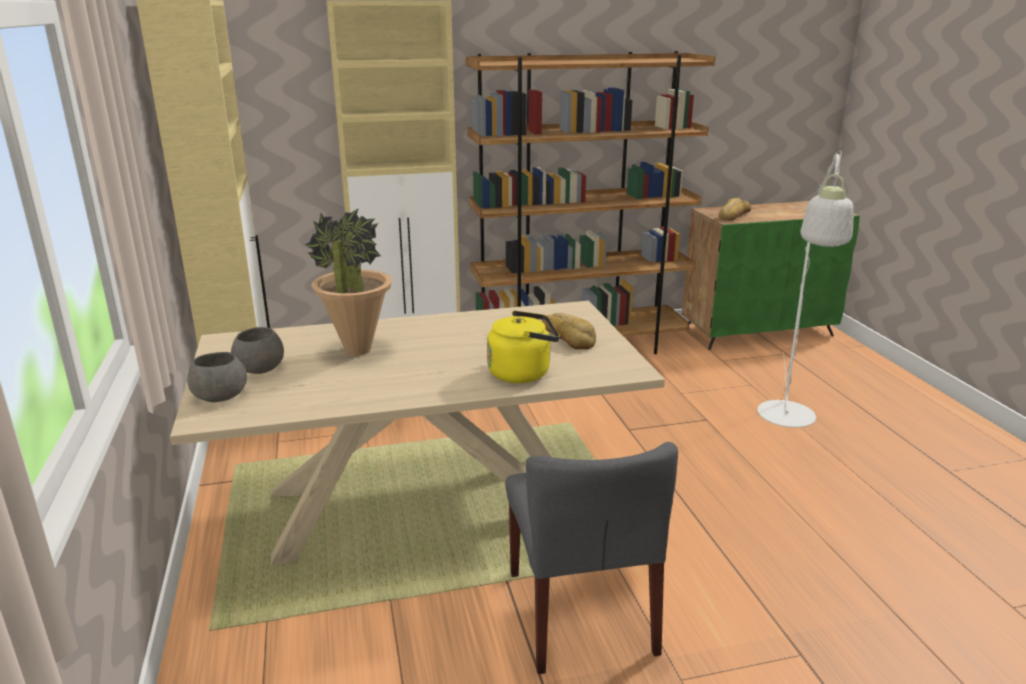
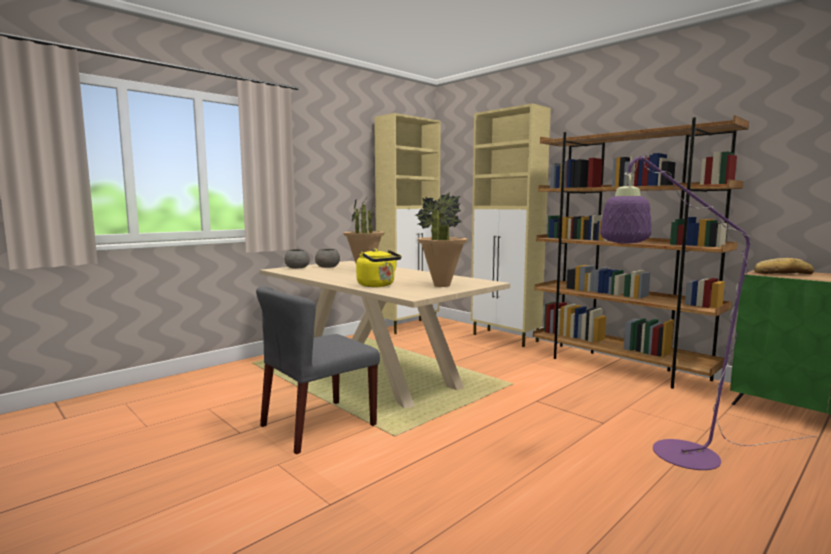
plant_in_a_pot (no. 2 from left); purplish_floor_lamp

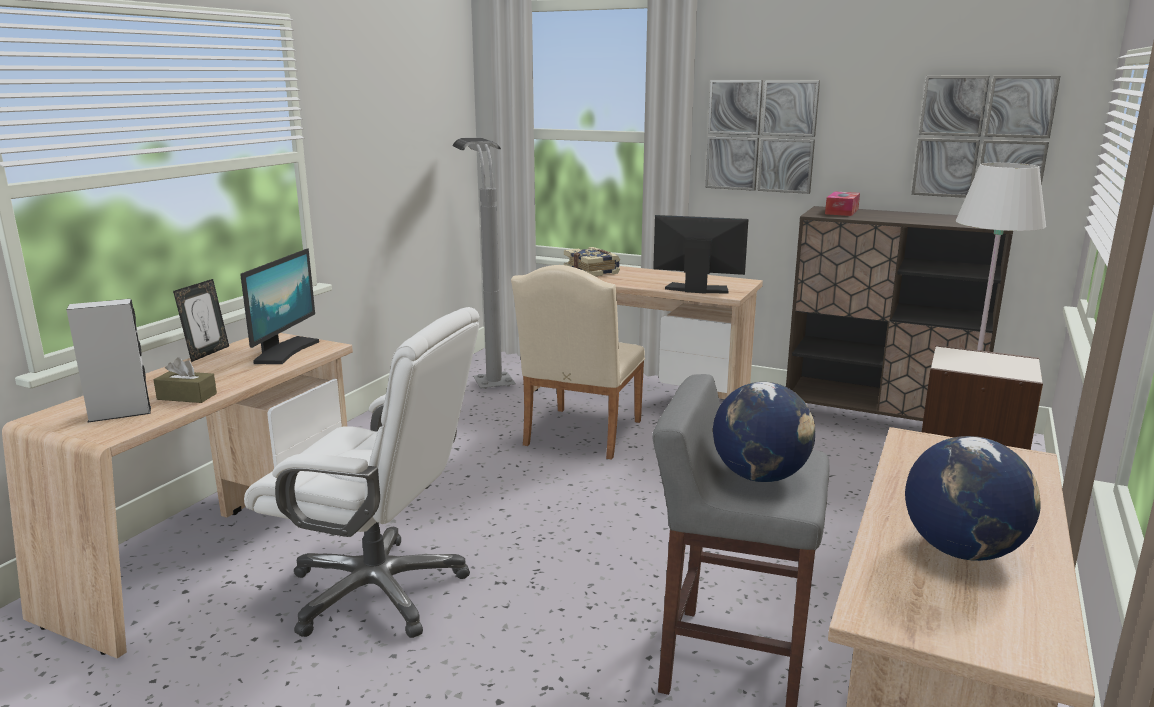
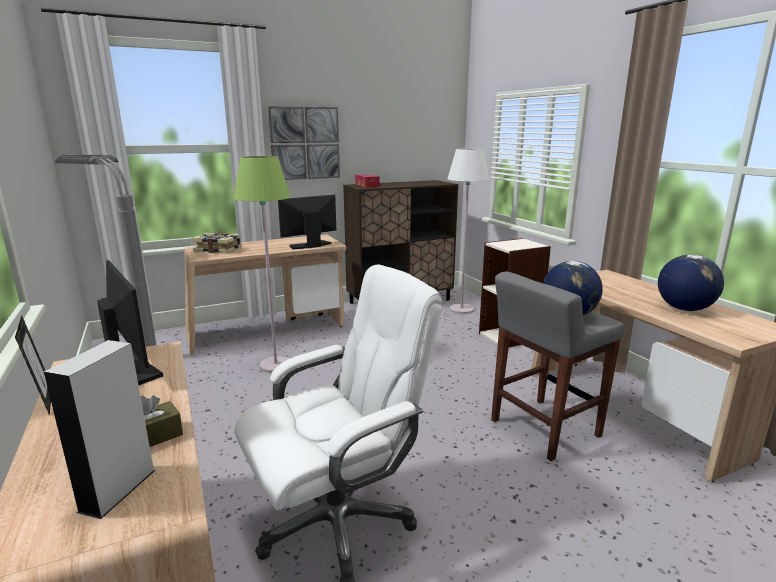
wall_art (no. 2 from left in the first image); green-coloured_floor_lamp

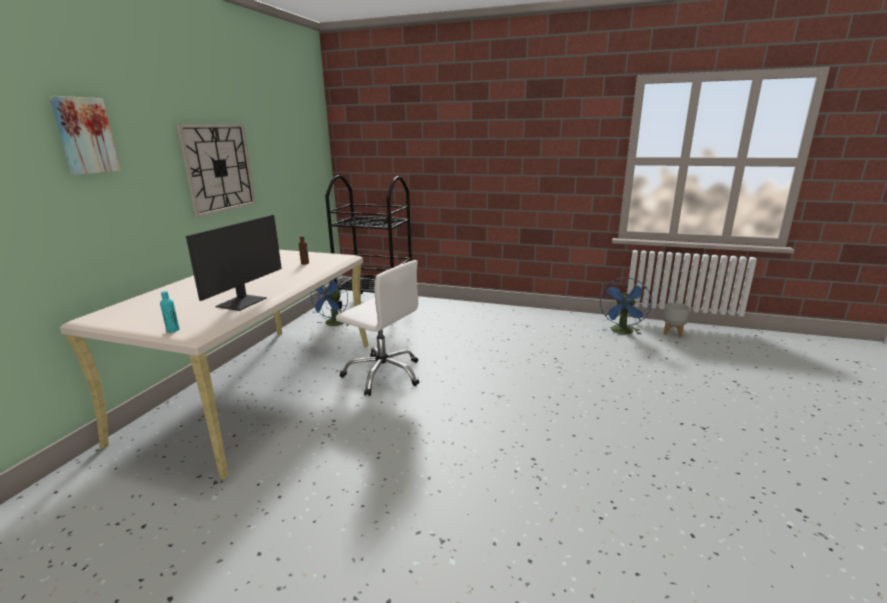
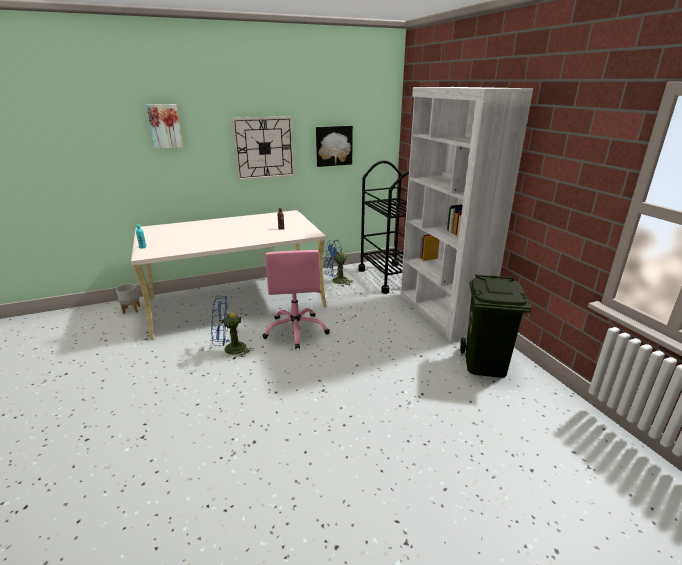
monitor; wall_art (no. 2 from left); white_shelving_unit; green-coloured_waste_bin; bluish_electric_fan (no. 1 from left); greyish_plant_pot; pink-coloured_desk_chair

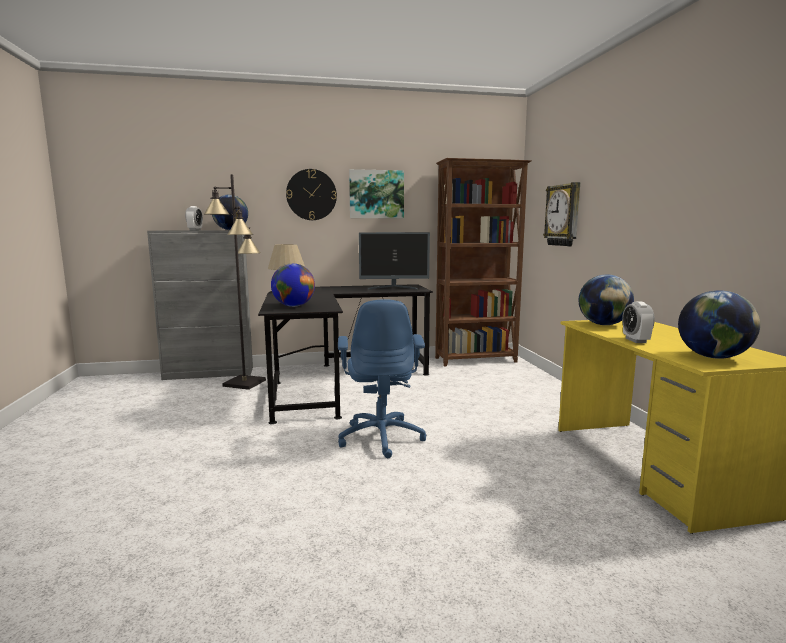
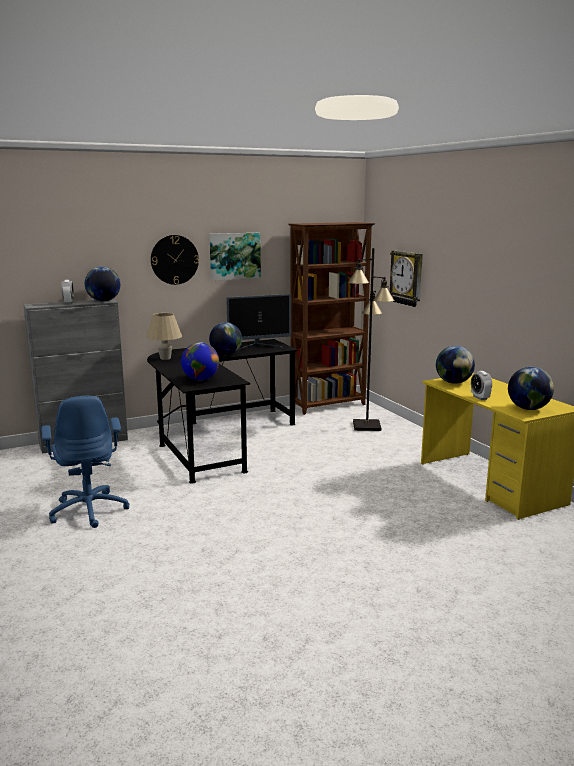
desk_globe (no. 3 from left); black-coloured_floor_lamp; bluish_desk_chair

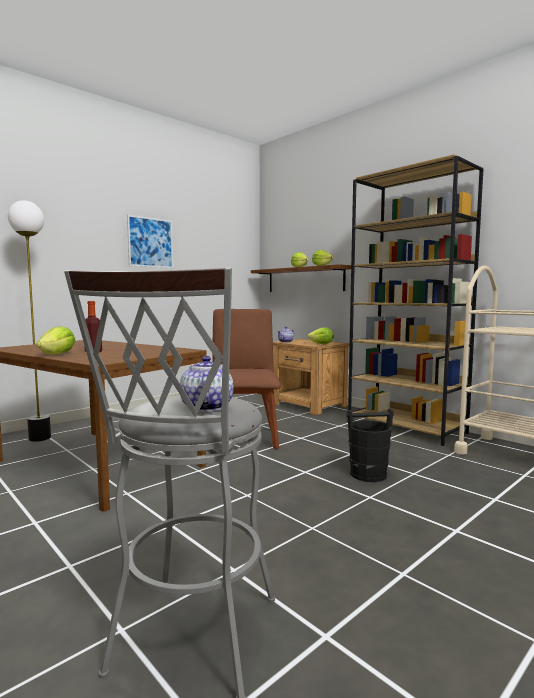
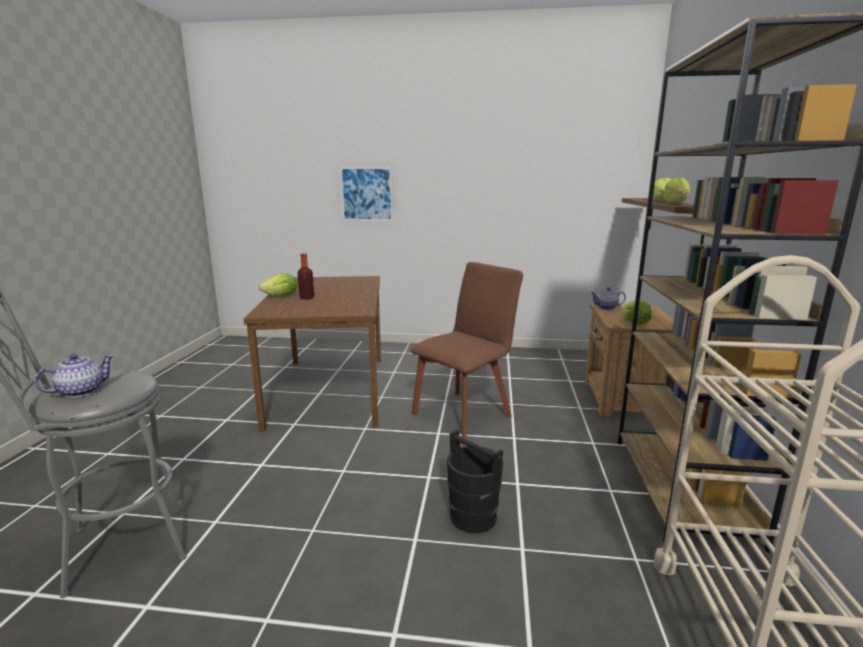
floor_lamp; wall_art

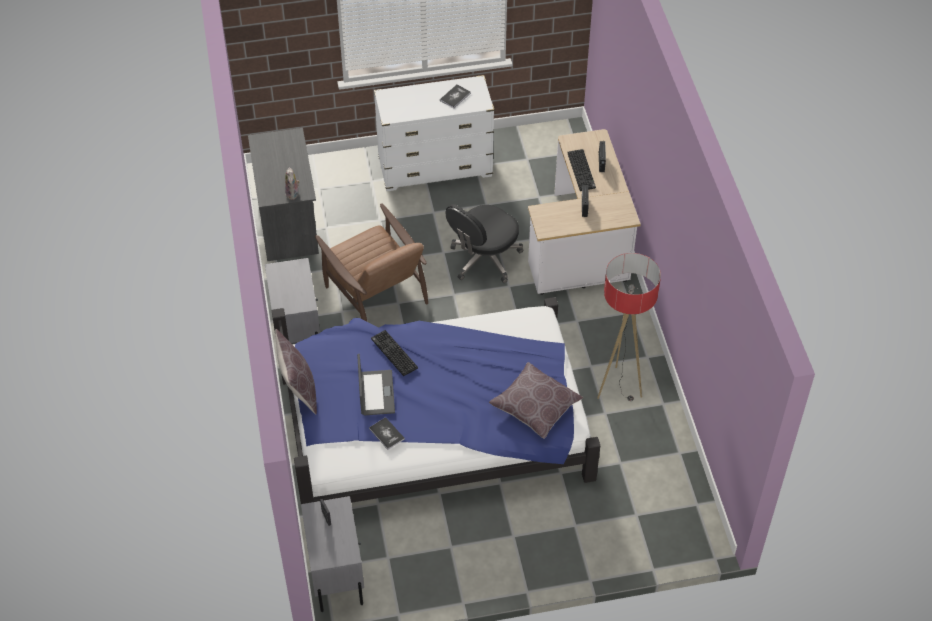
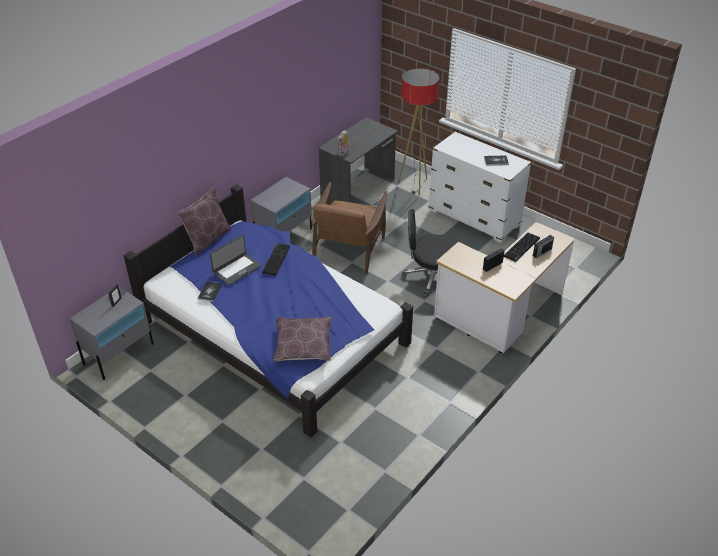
floor_lamp

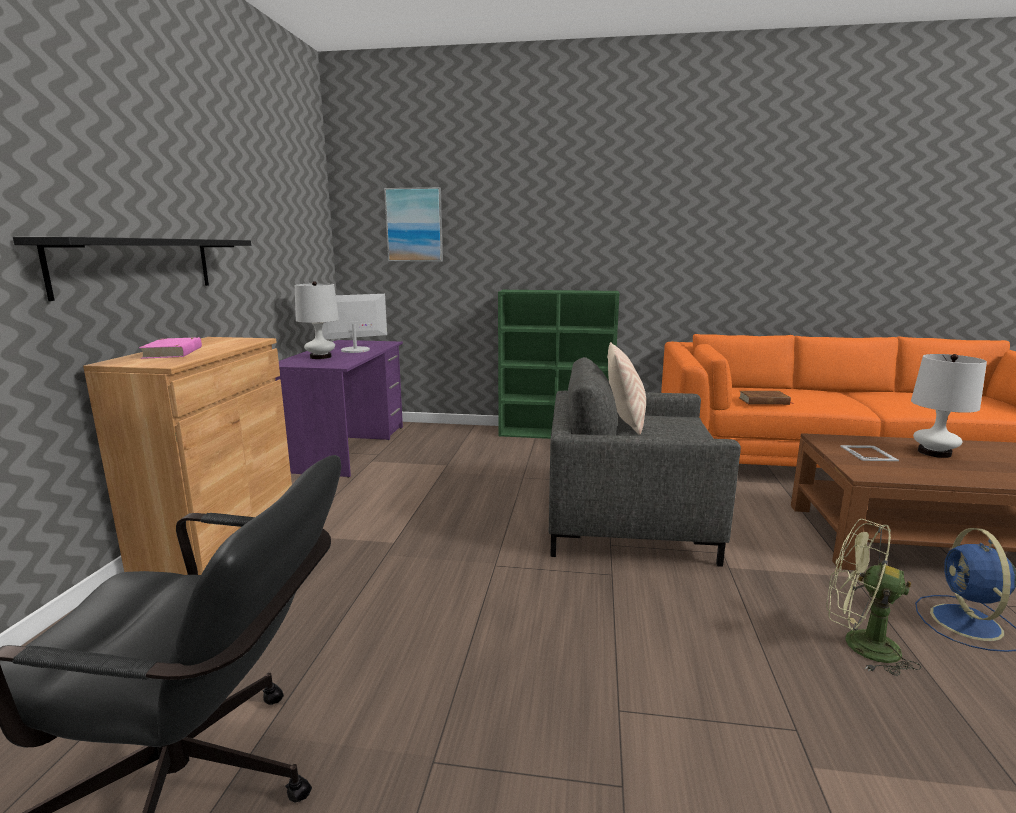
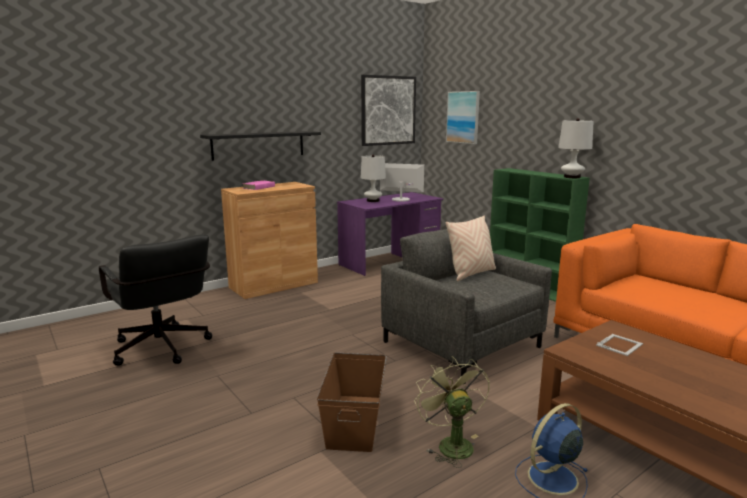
brownish_book; brownish_storage_box; wall_art (no. 1 from left); white_table_lamp (no. 2 from left)

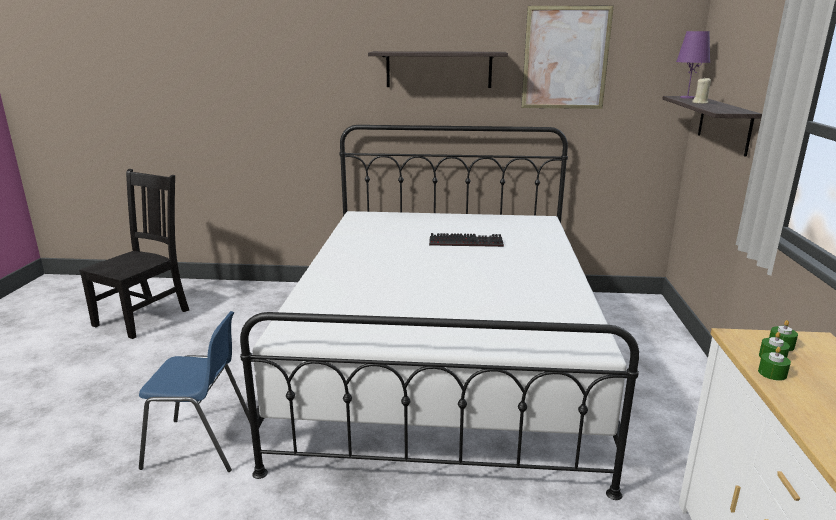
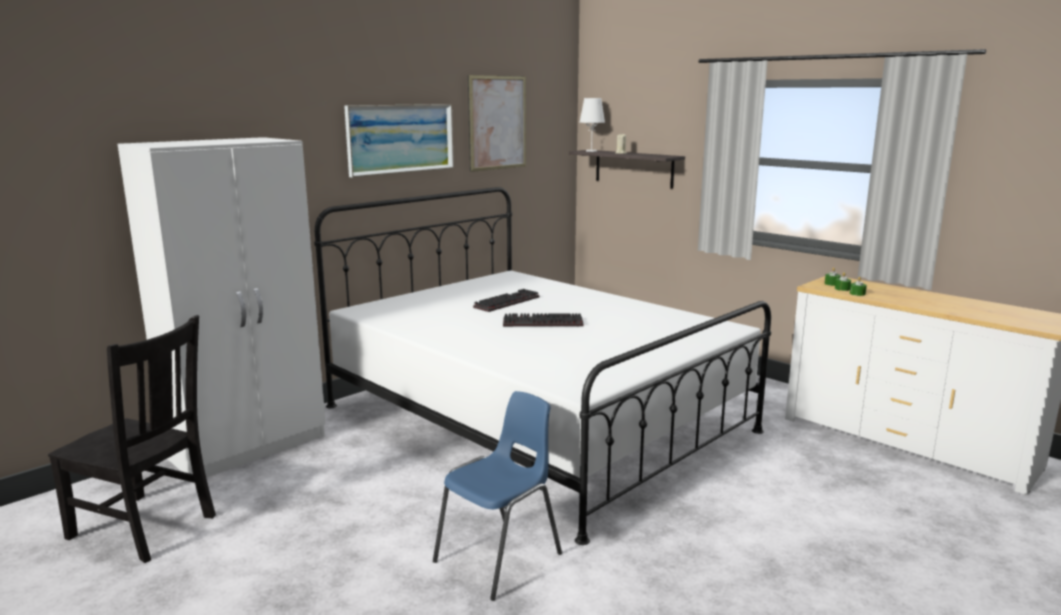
white_armoire; computer_keyboard (no. 2 from left); wall_art (no. 1 from left); white_table_lamp; black-coloured_upright_chair

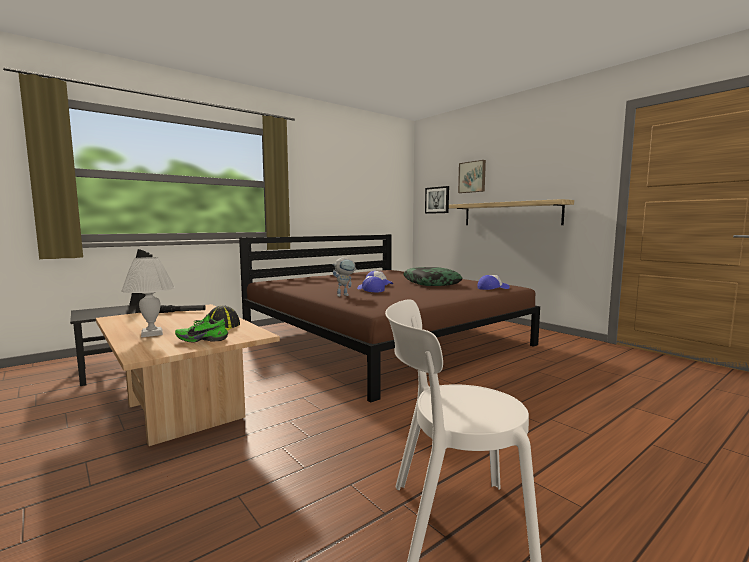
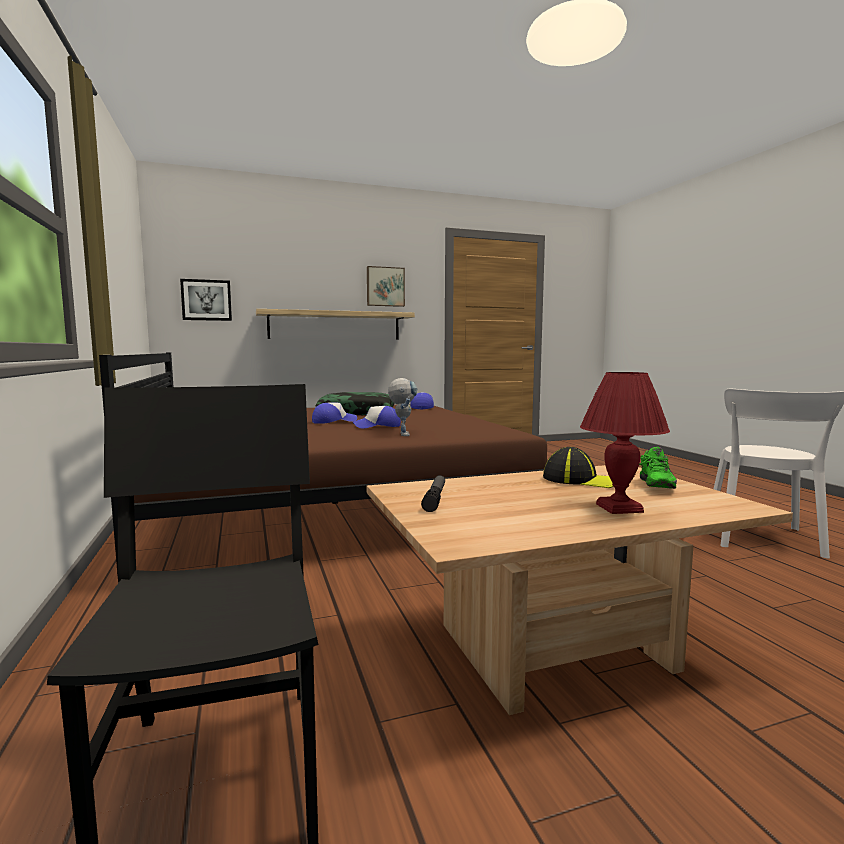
wall_art (no. 2 from left); red_table_lamp

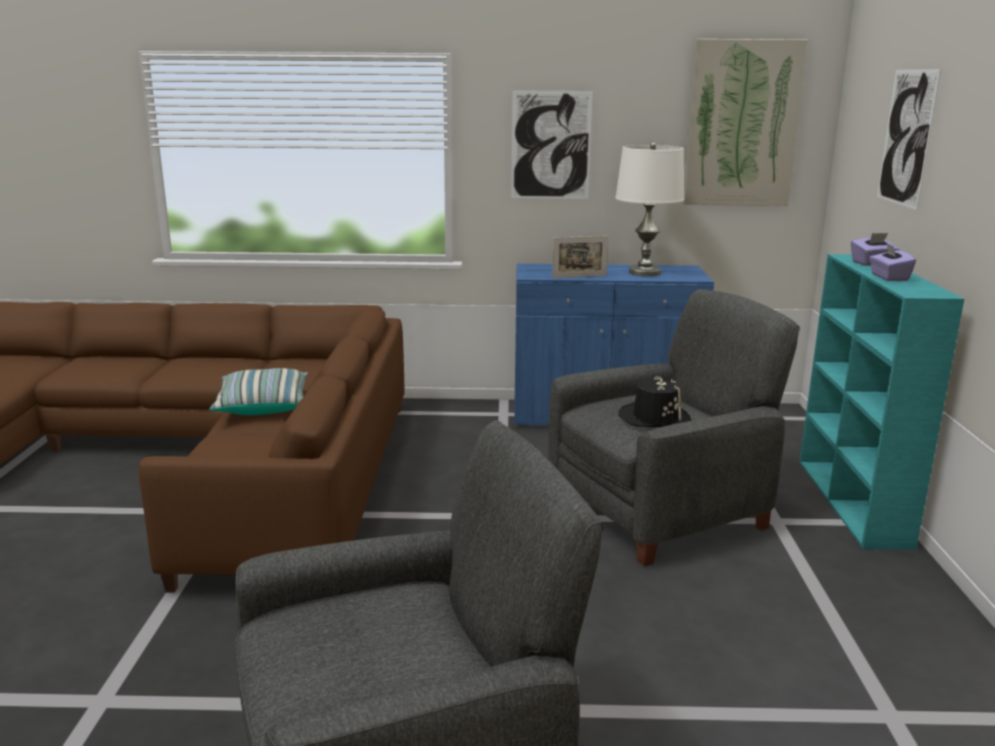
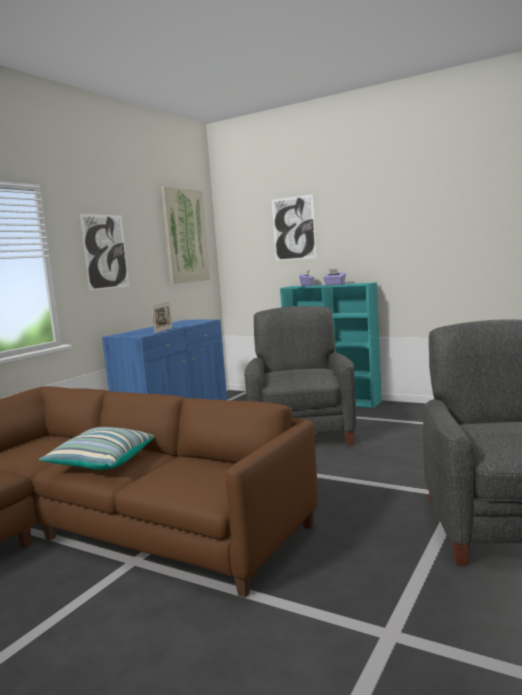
white_table_lamp; black-coloured_wearable_hat

